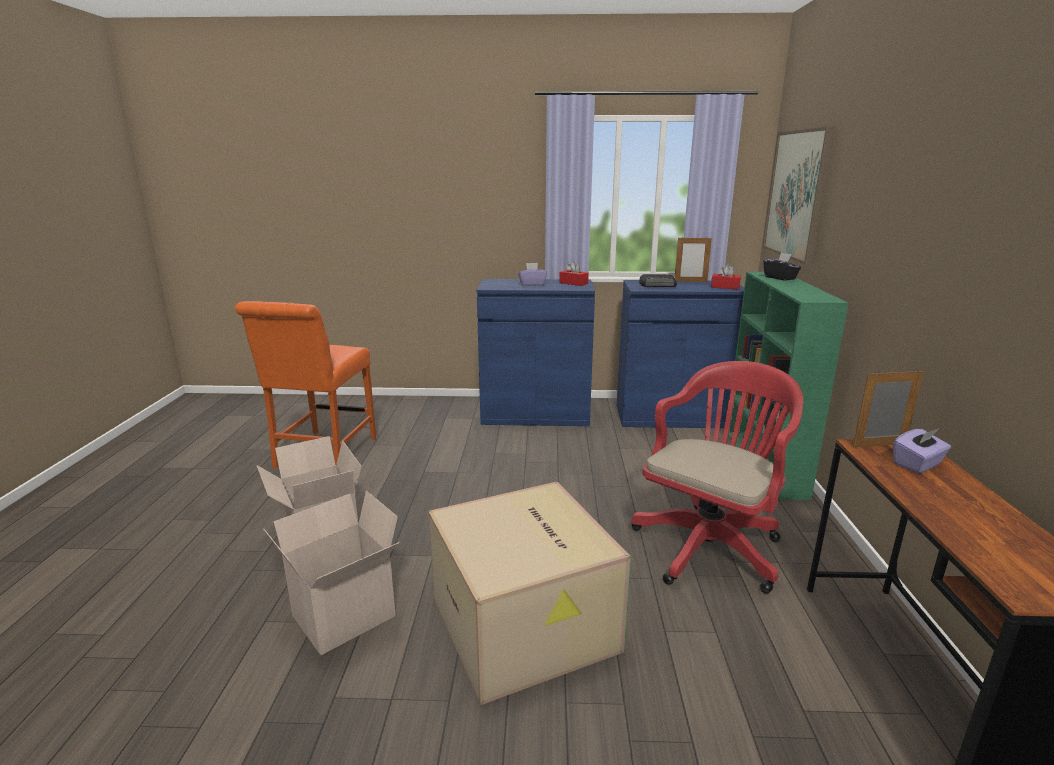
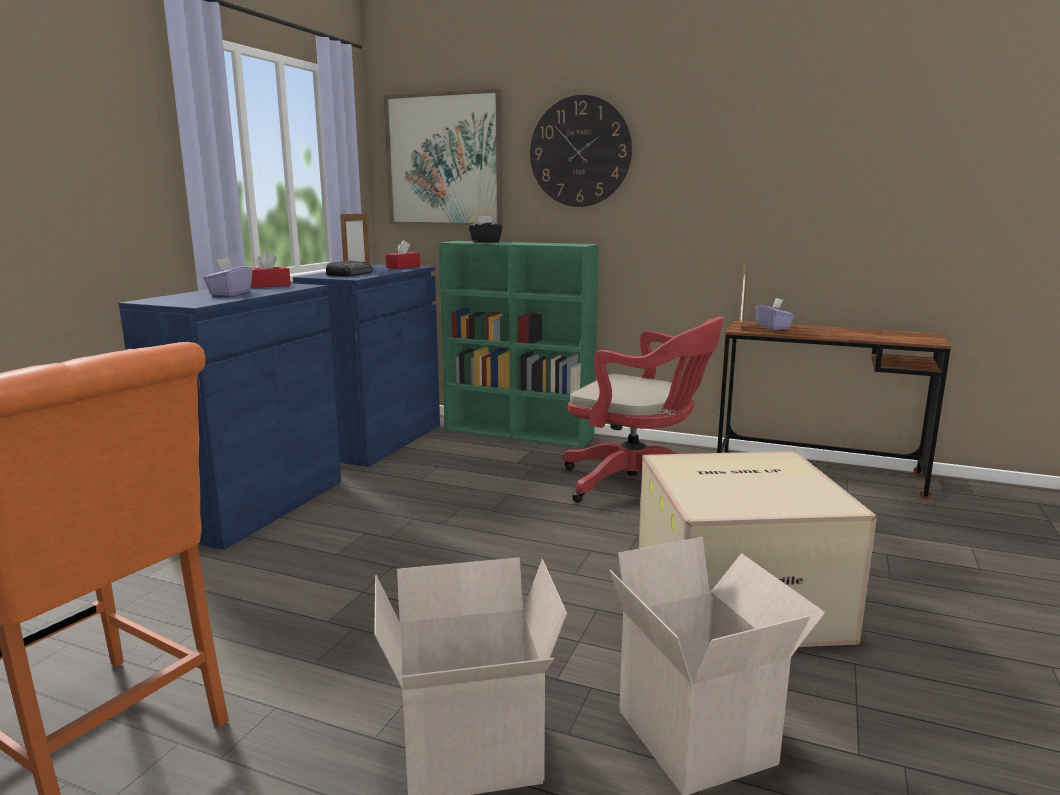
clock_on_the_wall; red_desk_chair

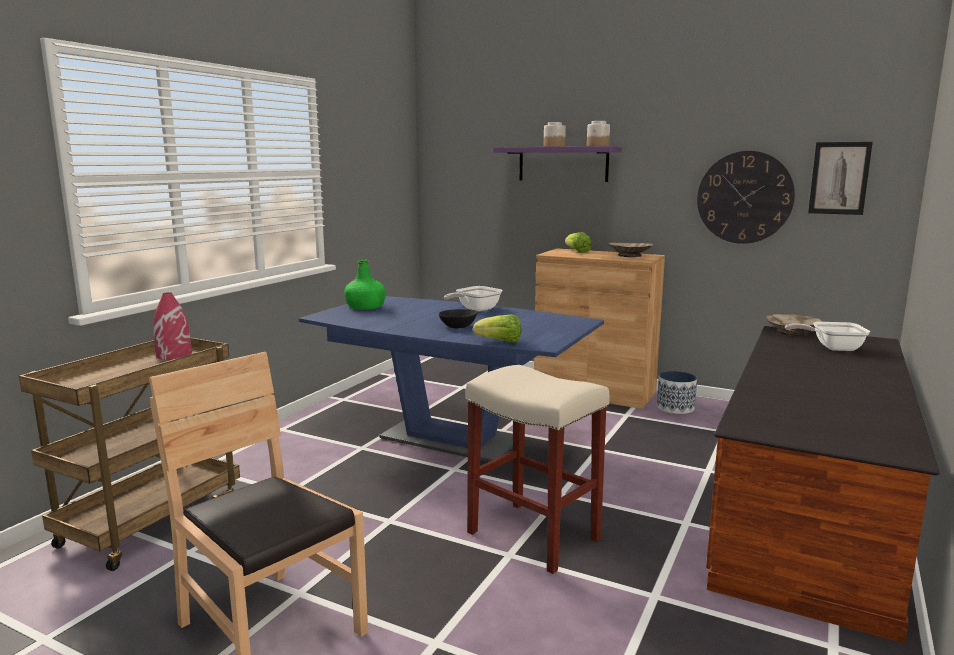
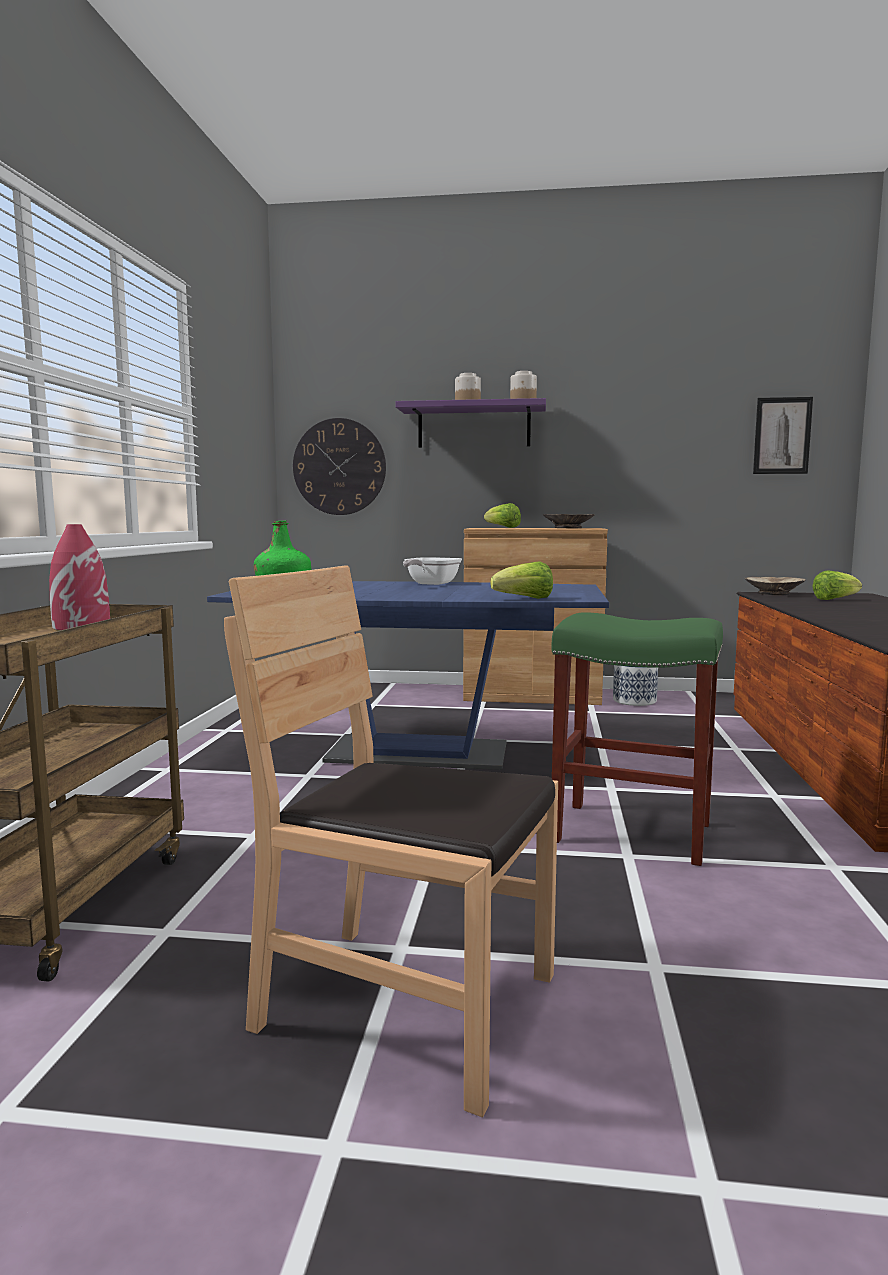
black-coloured_serving_bowl; clock_on_the_wall; lettuce (no. 3 from left); green-coloured_stool

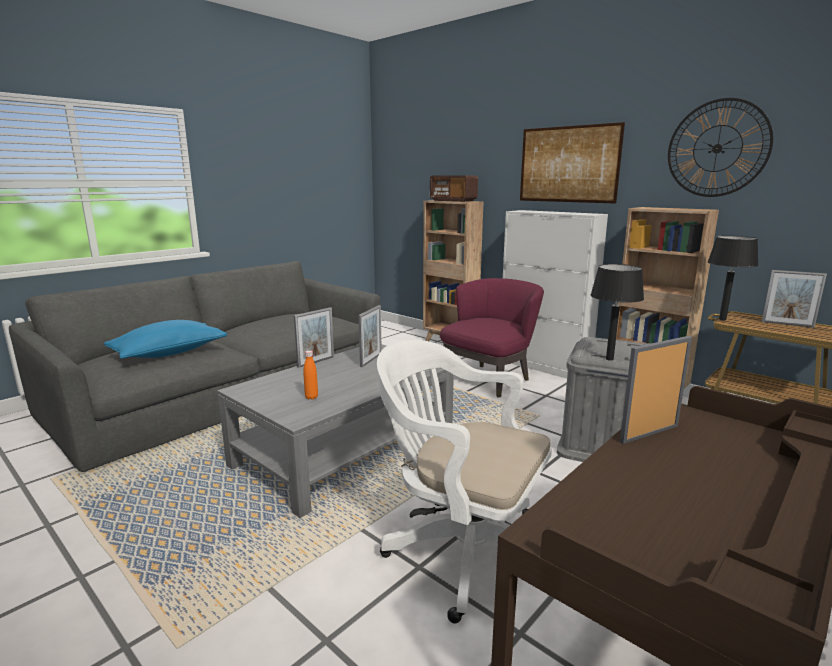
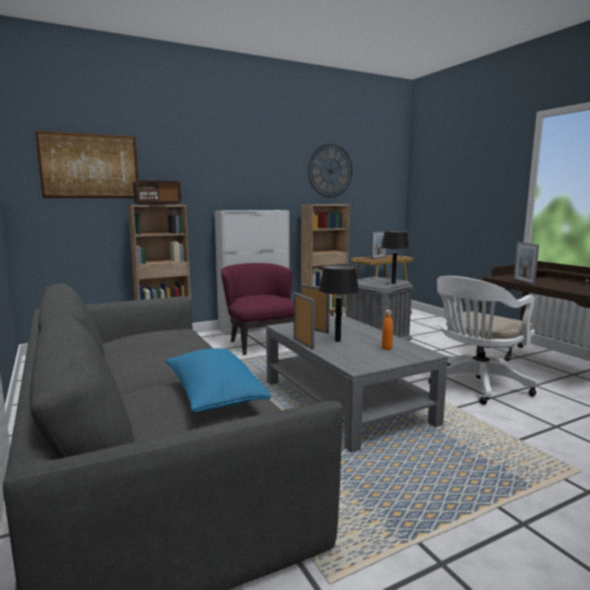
wall_art; black-coloured_table_lamp (no. 1 from left)

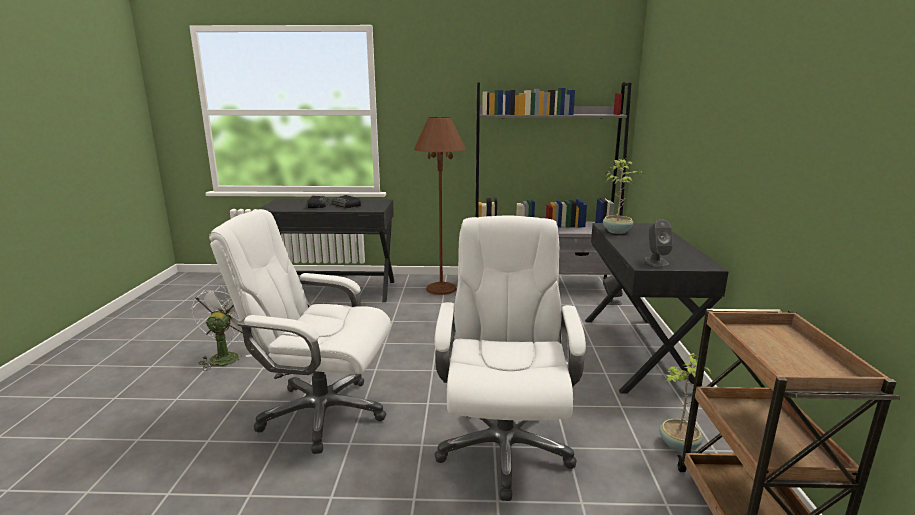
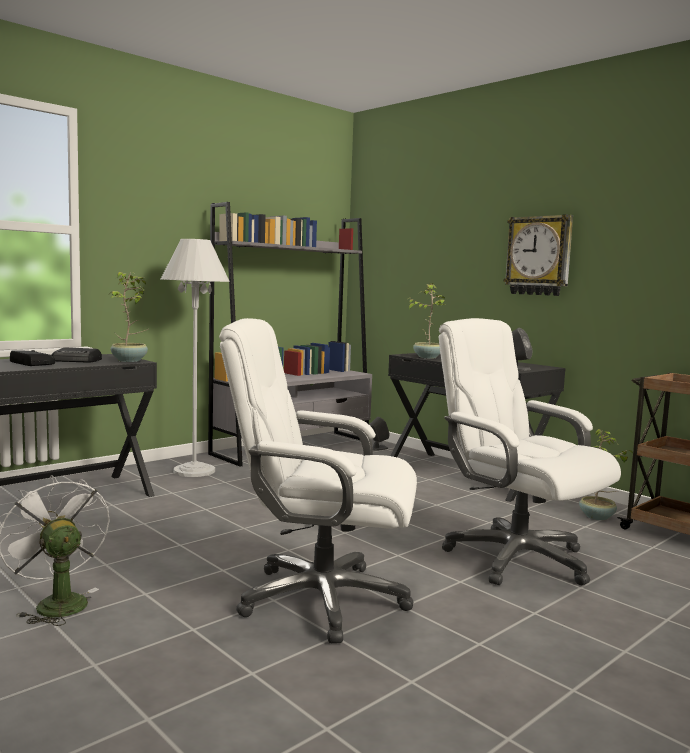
plant_in_a_pot (no. 1 from left); clock_on_the_wall; white_floor_lamp; white_desk_chair (no. 1 from left)

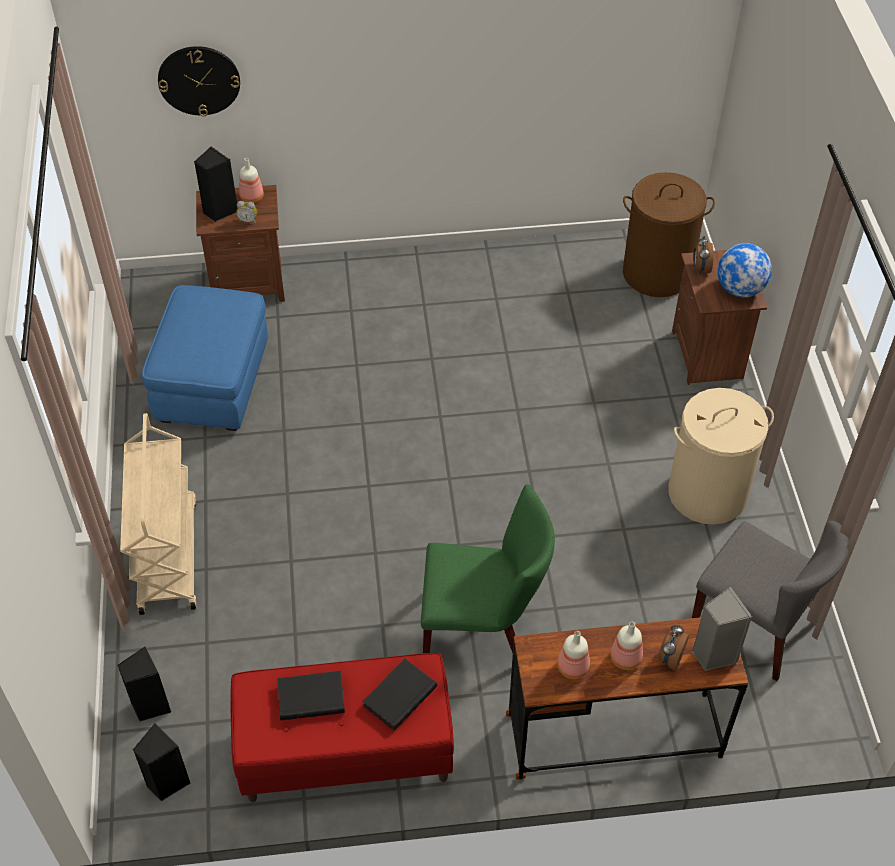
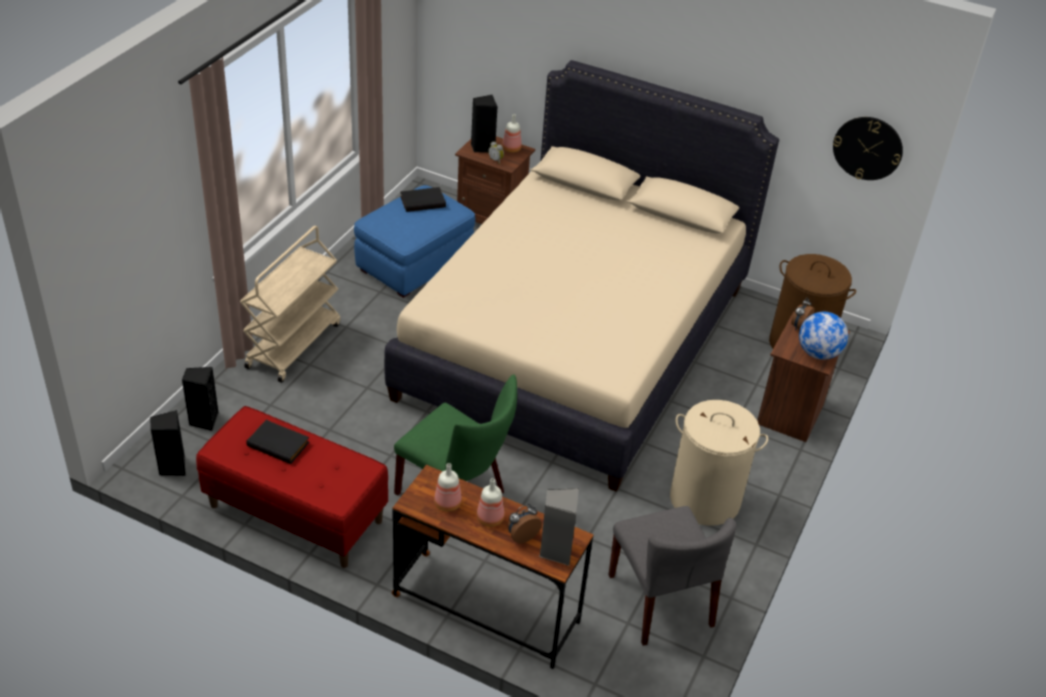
sand-coloured_sleeping_bed; clock_on_the_wall; black-coloured_book (no. 2 from left)

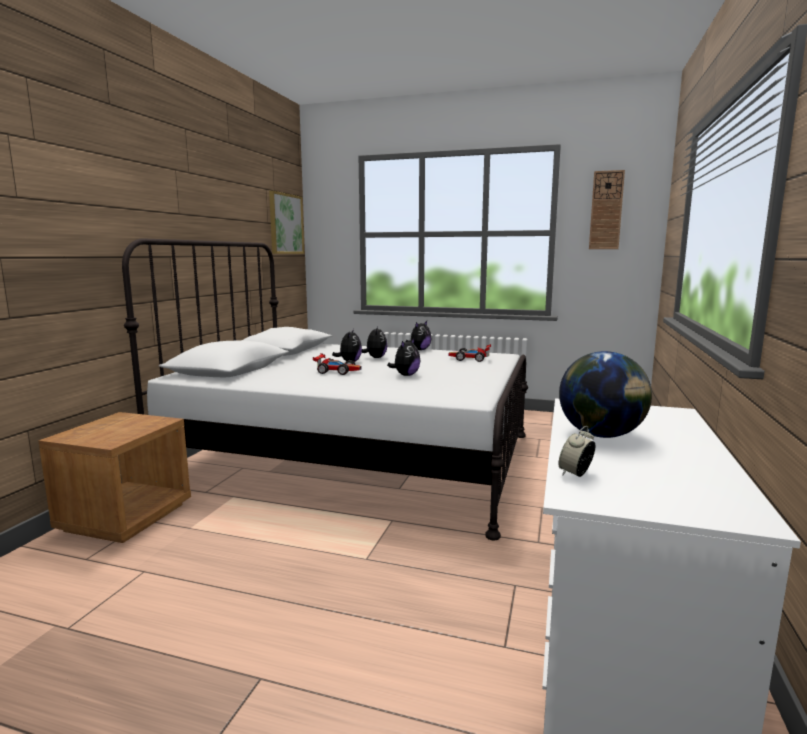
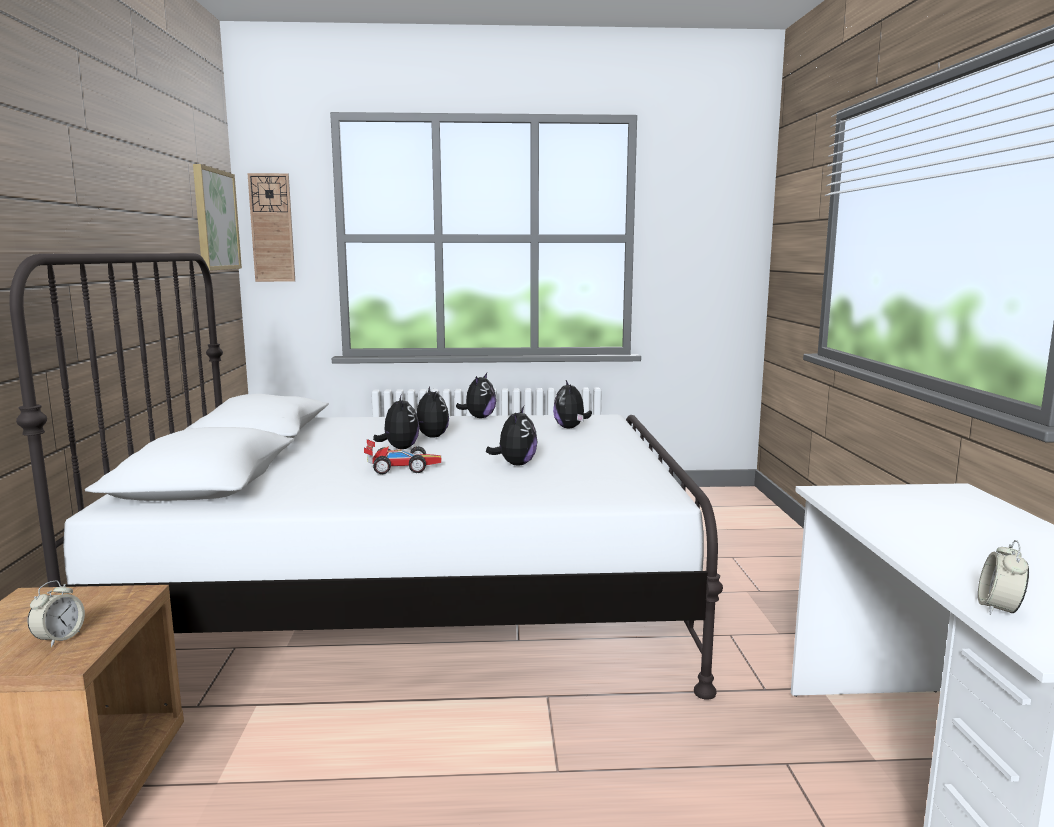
desk_globe; table_clock (no. 1 from left); clock_on_the_wall; soft_toy (no. 5 from left)

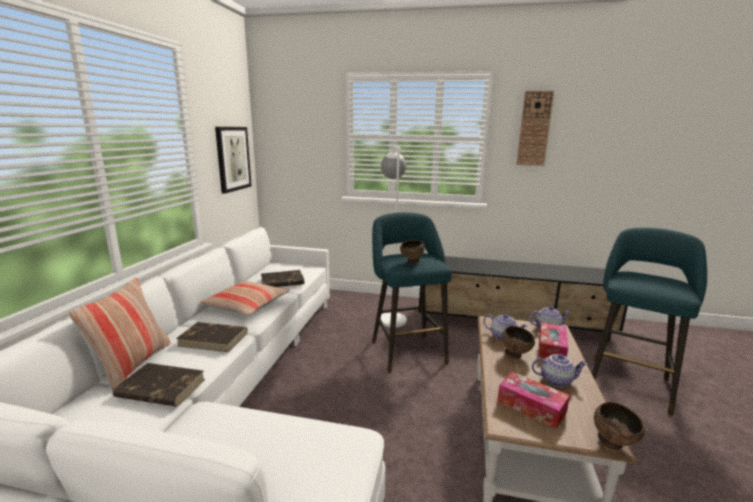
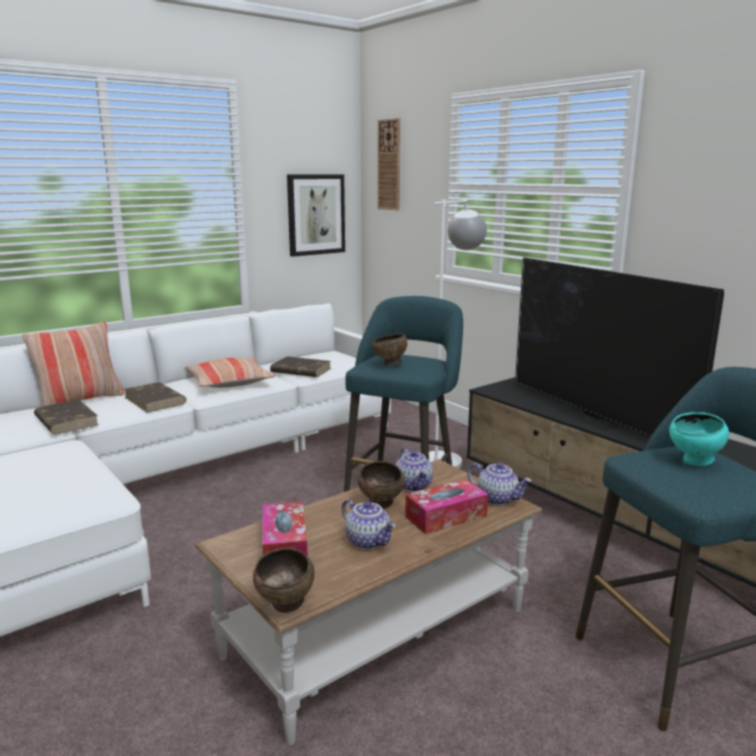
TV_set; turquoise_serving_bowl; clock_on_the_wall

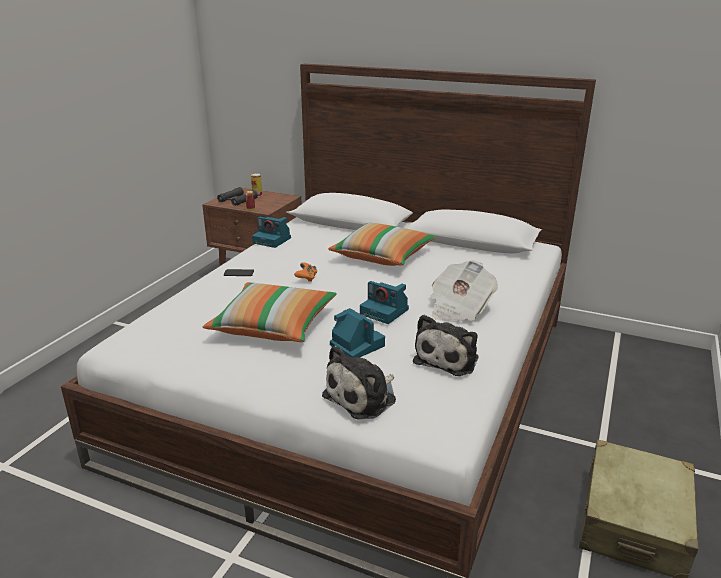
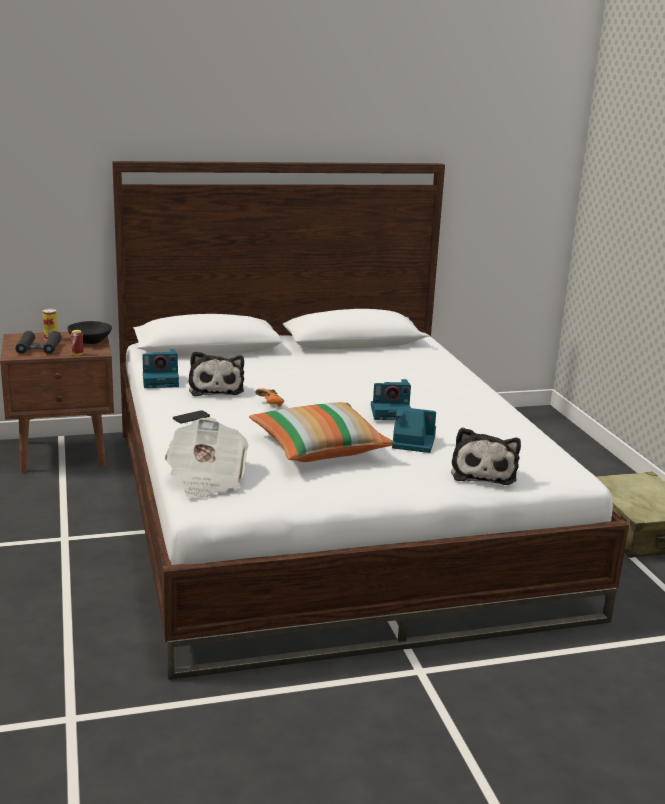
cushion (no. 2 from left in the first image); black-coloured_serving_bowl; soft_toy (no. 1 from left); printed_paper

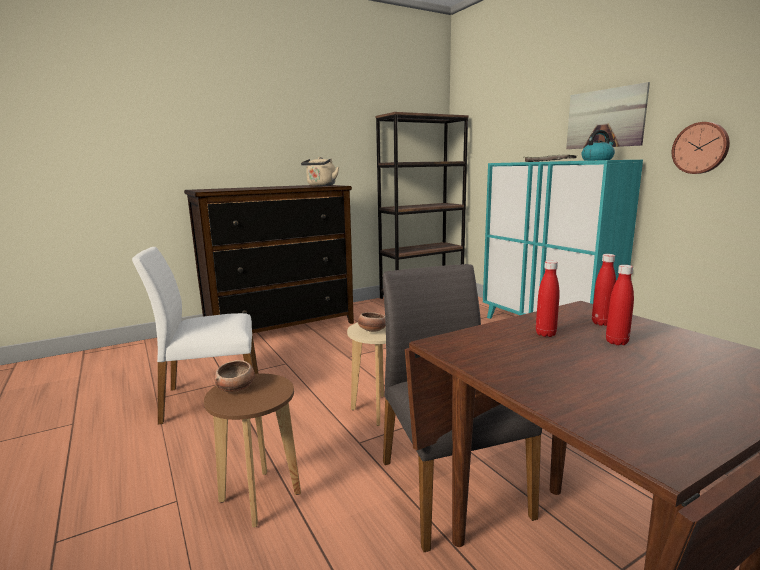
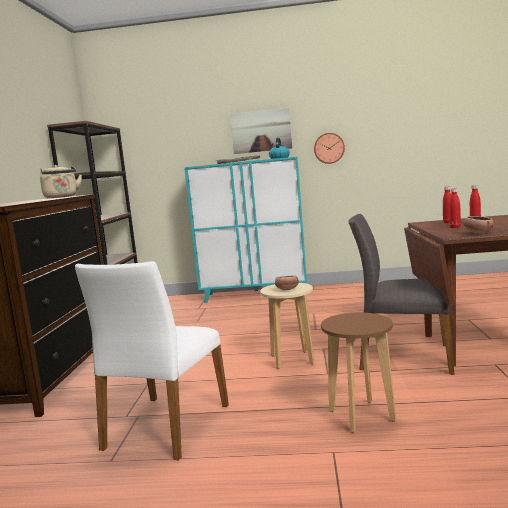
serving_bowl (no. 2 from left)

